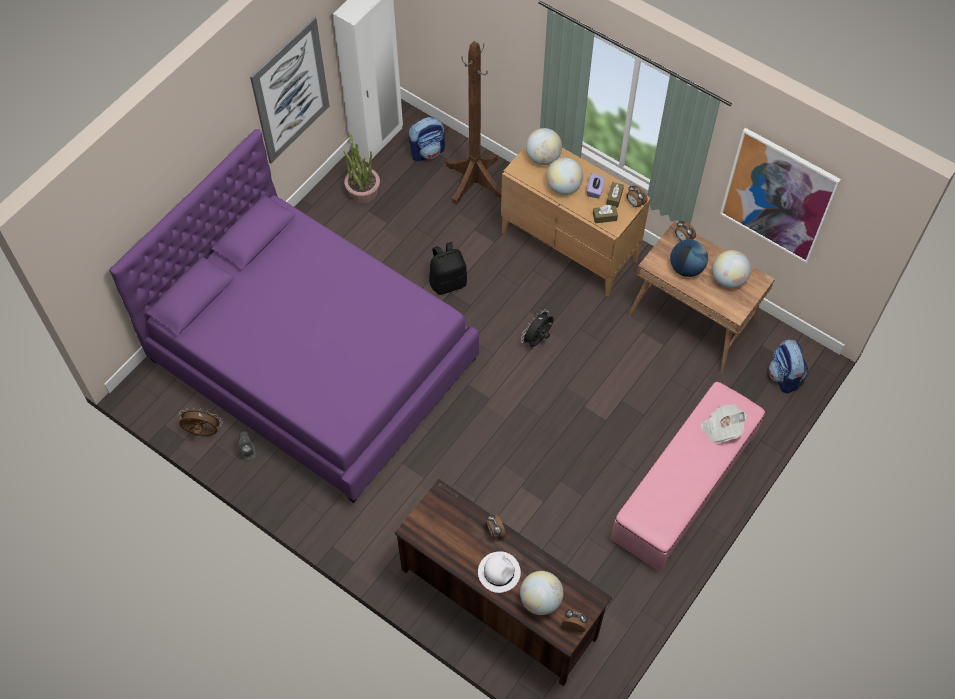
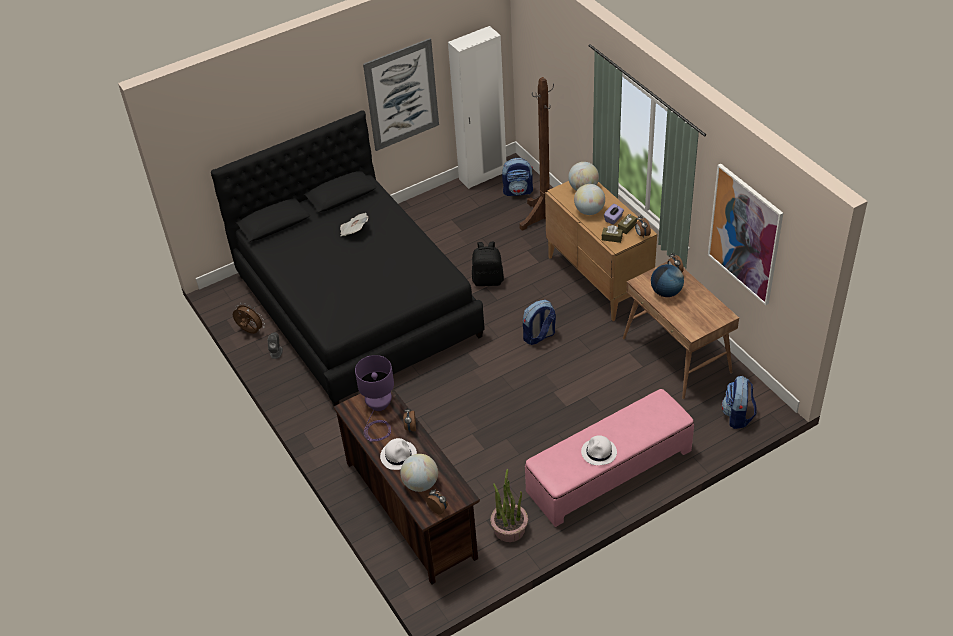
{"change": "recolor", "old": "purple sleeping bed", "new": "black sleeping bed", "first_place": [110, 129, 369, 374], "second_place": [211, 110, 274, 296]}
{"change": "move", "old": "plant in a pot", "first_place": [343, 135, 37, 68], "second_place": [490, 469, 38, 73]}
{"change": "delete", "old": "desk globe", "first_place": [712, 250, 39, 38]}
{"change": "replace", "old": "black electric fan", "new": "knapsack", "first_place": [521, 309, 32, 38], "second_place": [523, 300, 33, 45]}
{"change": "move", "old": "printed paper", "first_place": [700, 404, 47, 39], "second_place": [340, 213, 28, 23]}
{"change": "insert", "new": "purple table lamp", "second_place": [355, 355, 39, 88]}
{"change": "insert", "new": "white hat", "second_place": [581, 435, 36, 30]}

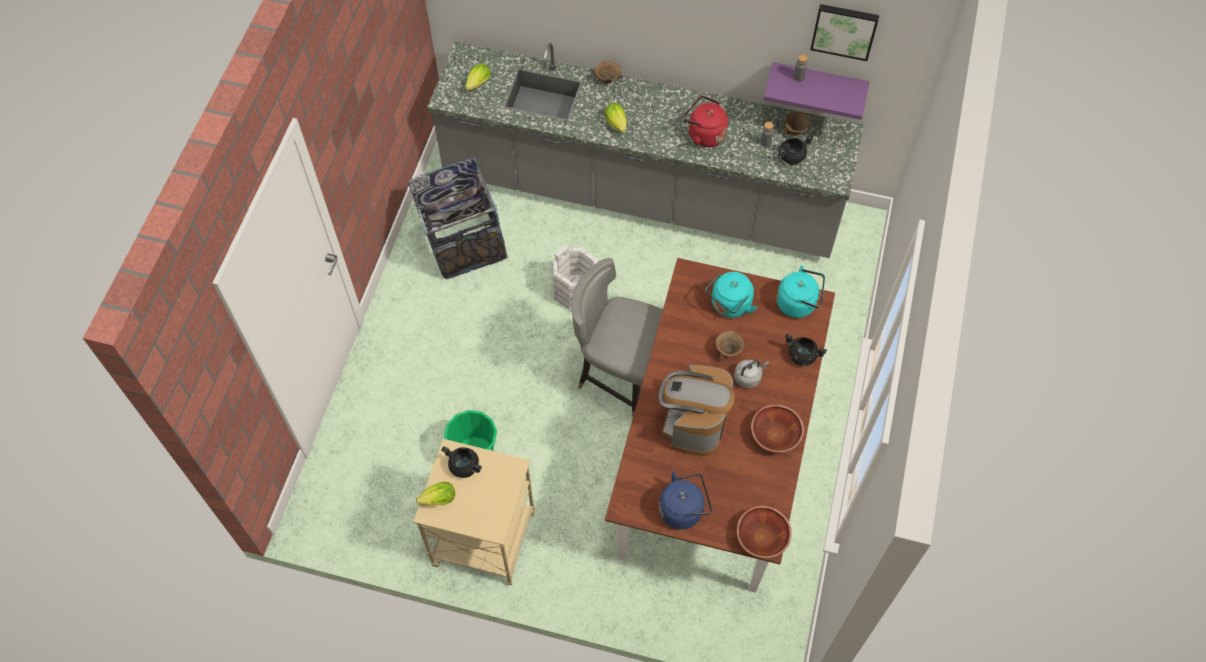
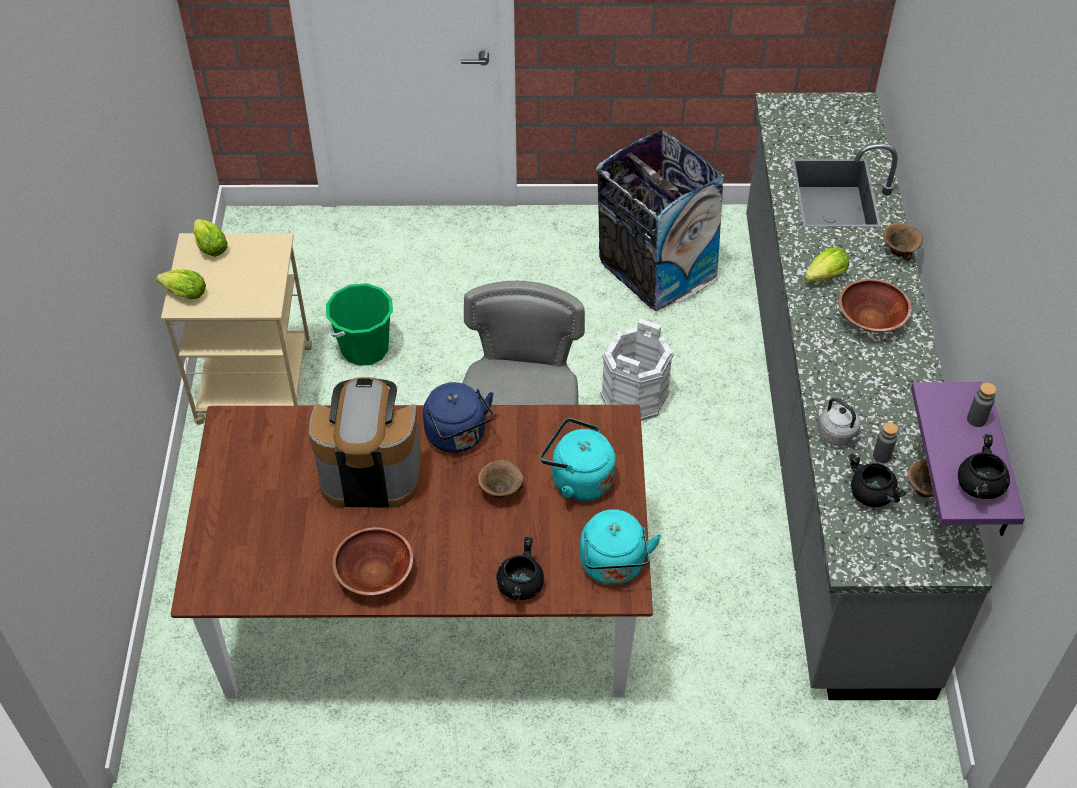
{"change": "delete", "old": "picture", "first_place": [810, 4, 69, 57]}
{"change": "move", "old": "head of lettuce", "first_place": [465, 63, 26, 28], "second_place": [156, 270, 50, 30]}
{"change": "delete", "old": "red-coloured tea kettle", "first_place": [683, 96, 45, 51]}
{"change": "move", "old": "gray tea kettle", "first_place": [734, 360, 35, 28], "second_place": [818, 397, 49, 49]}
{"change": "move", "old": "black saucepot", "first_place": [441, 446, 41, 32], "second_place": [958, 434, 52, 65]}
{"change": "move", "old": "bluish tea kettle", "first_place": [659, 472, 53, 57], "second_place": [423, 382, 71, 71]}
{"change": "move", "old": "brownish bowl", "first_place": [737, 506, 55, 52], "second_place": [839, 279, 72, 53]}

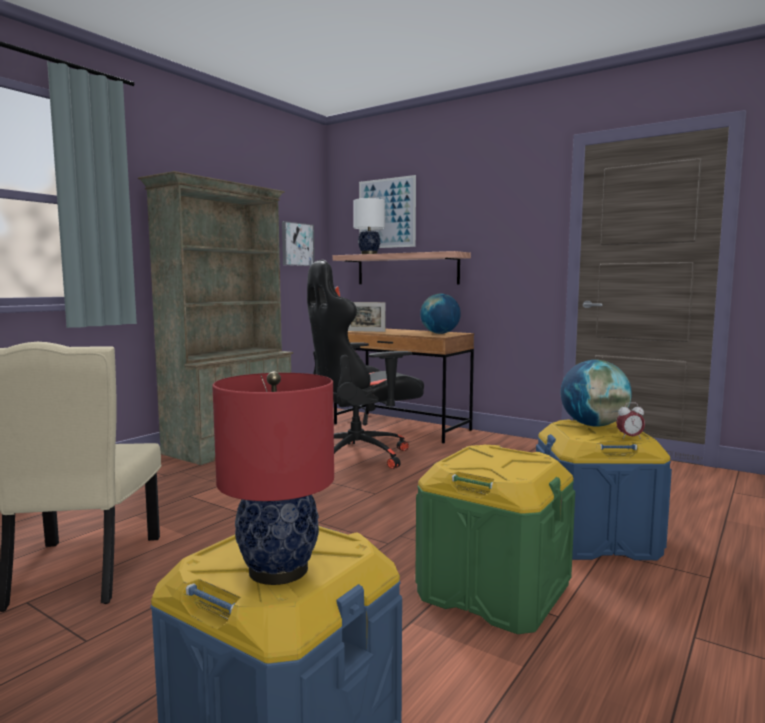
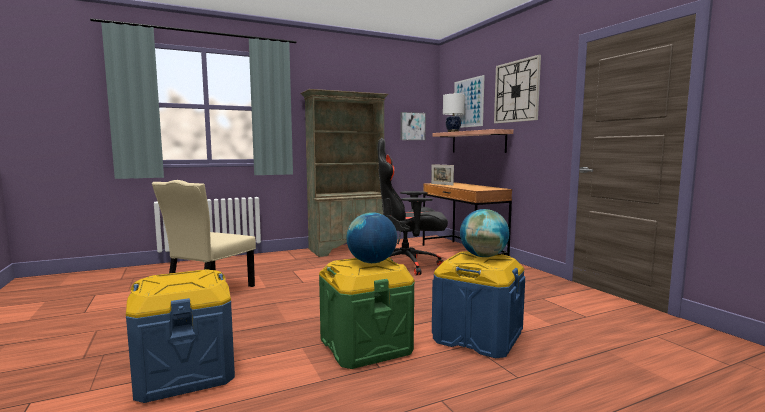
{"change": "move", "old": "desk globe", "first_place": [420, 294, 41, 40], "second_place": [346, 212, 51, 51]}
{"change": "delete", "old": "red-coloured table lamp", "first_place": [212, 372, 122, 213]}
{"change": "delete", "old": "alarm clock", "first_place": [616, 403, 29, 36]}
{"change": "insert", "new": "wall clock", "second_place": [494, 55, 47, 69]}

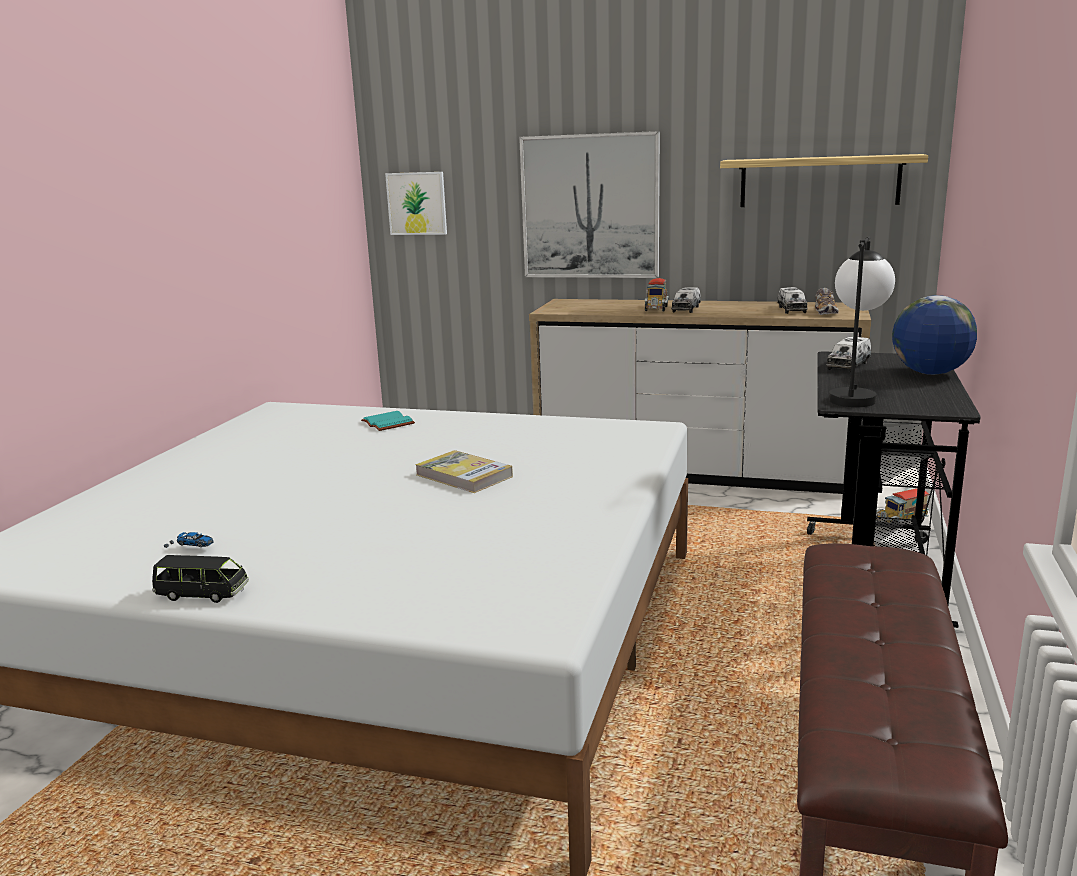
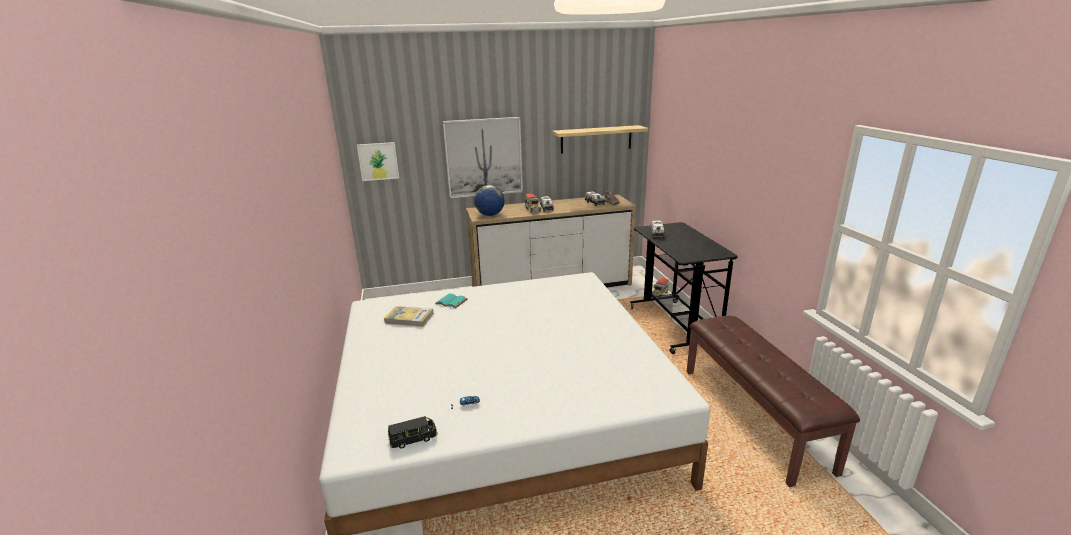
{"change": "delete", "old": "table lamp", "first_place": [829, 236, 66, 171]}
{"change": "move", "old": "desk globe", "first_place": [892, 295, 85, 80], "second_place": [474, 185, 30, 31]}
{"change": "move", "old": "volume", "first_place": [415, 450, 98, 43], "second_place": [384, 306, 50, 21]}
{"change": "move", "old": "black model car", "first_place": [152, 555, 97, 48], "second_place": [388, 416, 50, 33]}

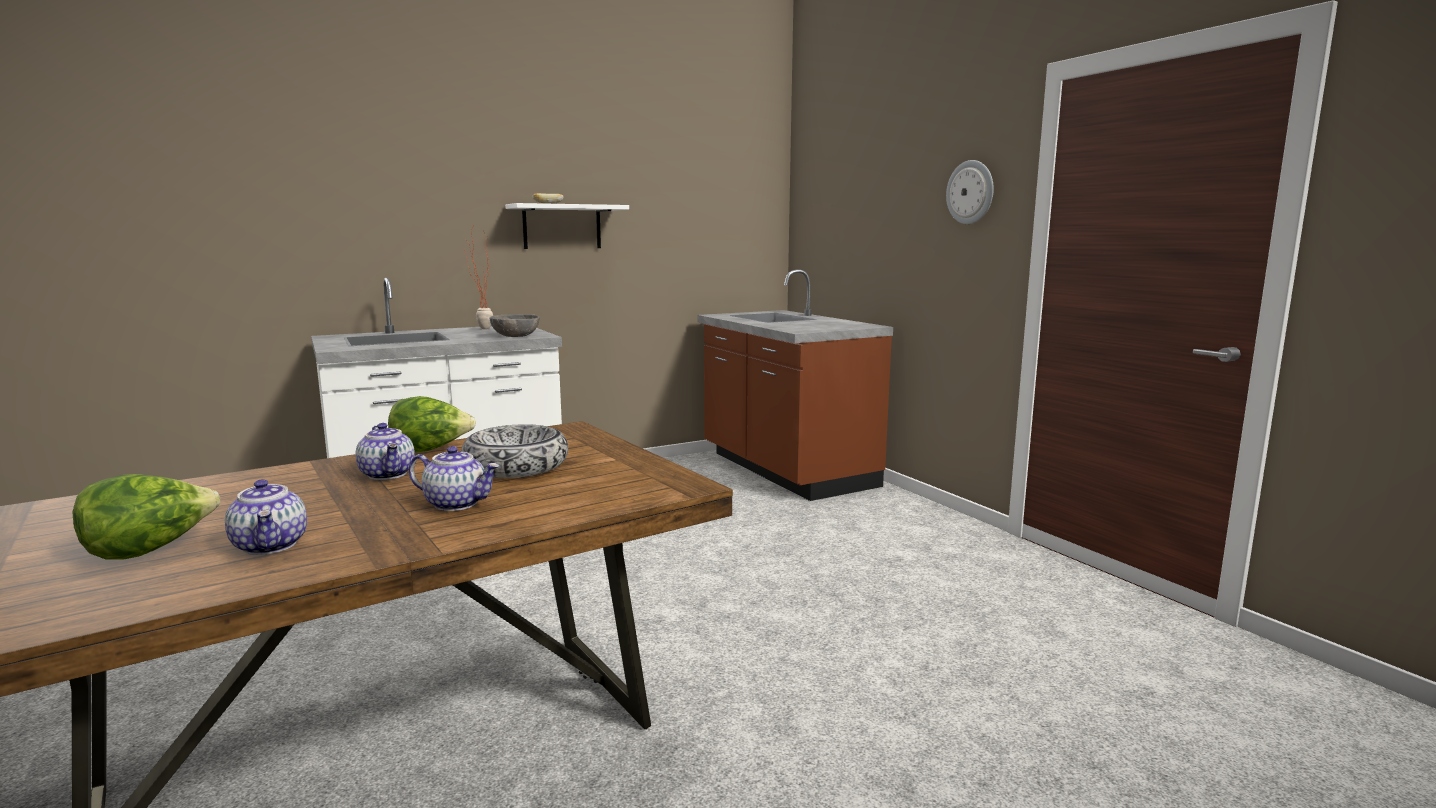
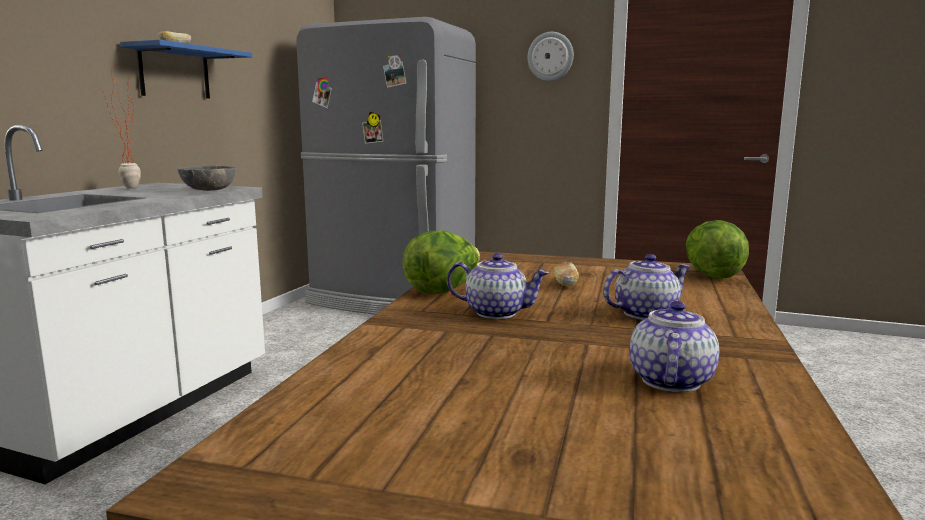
{"change": "recolor", "old": "white shelf", "new": "bluish shelf", "first_place": [505, 203, 124, 46], "second_place": [120, 40, 132, 58]}
{"change": "replace", "old": "brownish counter", "new": "gray fridge", "first_place": [698, 269, 195, 232], "second_place": [296, 17, 180, 298]}
{"change": "replace", "old": "bowl", "new": "bread", "first_place": [461, 424, 107, 54], "second_place": [553, 262, 26, 24]}
{"change": "move", "old": "head of lettuce", "first_place": [72, 474, 148, 86], "second_place": [686, 220, 63, 59]}
{"change": "rotate", "old": "teapot", "first_place": [225, 479, 82, 76], "second_place": [630, 301, 89, 91], "degrees": -90}

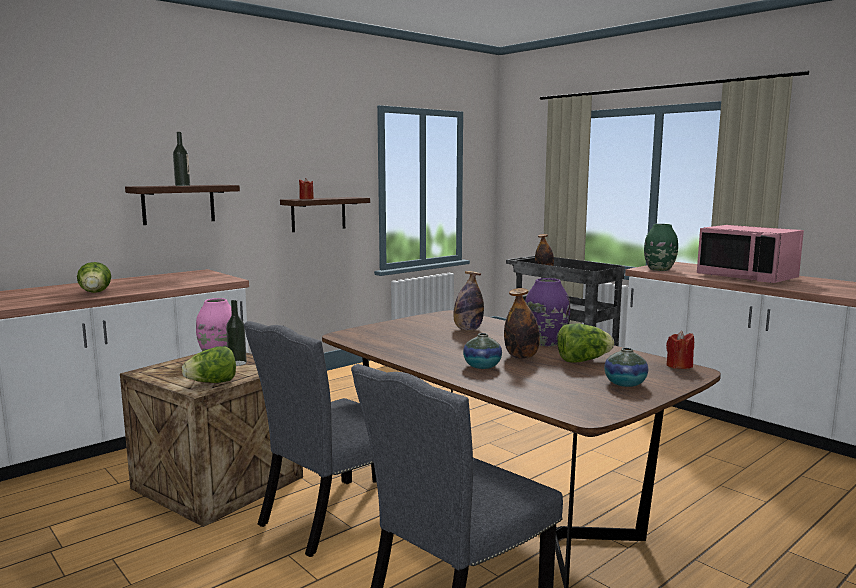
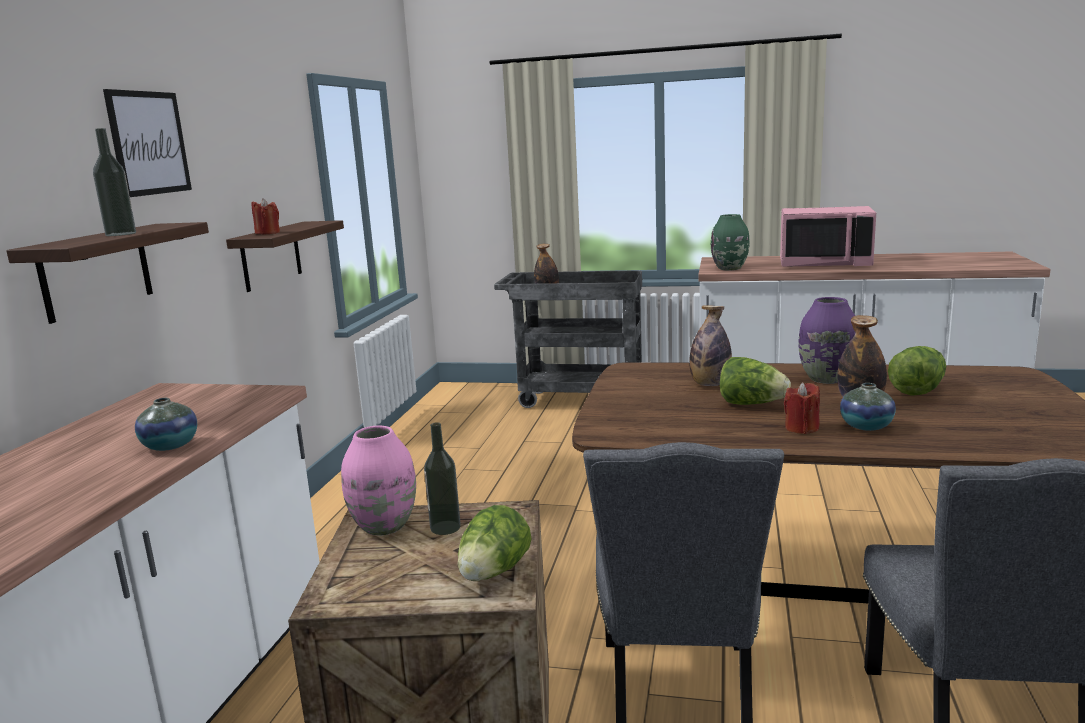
{"change": "move", "old": "head of lettuce", "first_place": [77, 262, 34, 31], "second_place": [720, 357, 71, 48]}
{"change": "move", "old": "red-coloured candle", "first_place": [666, 331, 28, 38], "second_place": [784, 382, 36, 52]}
{"change": "move", "old": "decorative vase", "first_place": [604, 348, 44, 39], "second_place": [135, 398, 62, 53]}
{"change": "insert", "new": "picture", "second_place": [103, 89, 89, 108]}

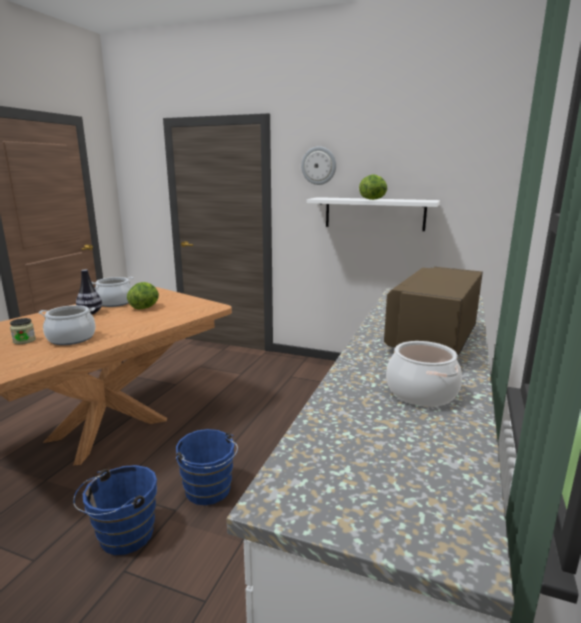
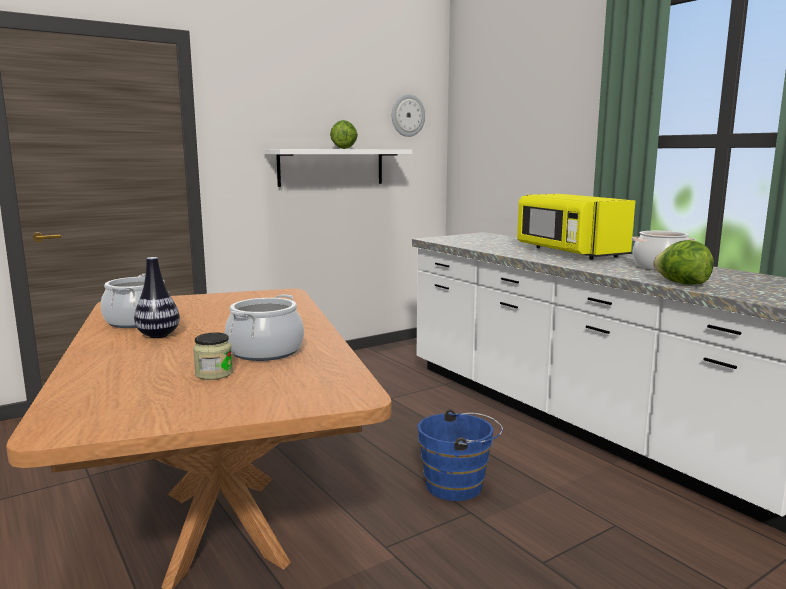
{"change": "move", "old": "wall clock", "first_place": [301, 146, 35, 39], "second_place": [392, 94, 33, 43]}
{"change": "recolor", "old": "brownish kitchen microwave", "new": "yellow-coloured kitchen microwave", "first_place": [384, 267, 99, 89], "second_place": [517, 194, 118, 66]}
{"change": "move", "old": "head of lettuce", "first_place": [127, 282, 32, 27], "second_place": [653, 240, 61, 45]}
{"change": "delete", "old": "bluish bucket", "first_place": [73, 465, 84, 90]}

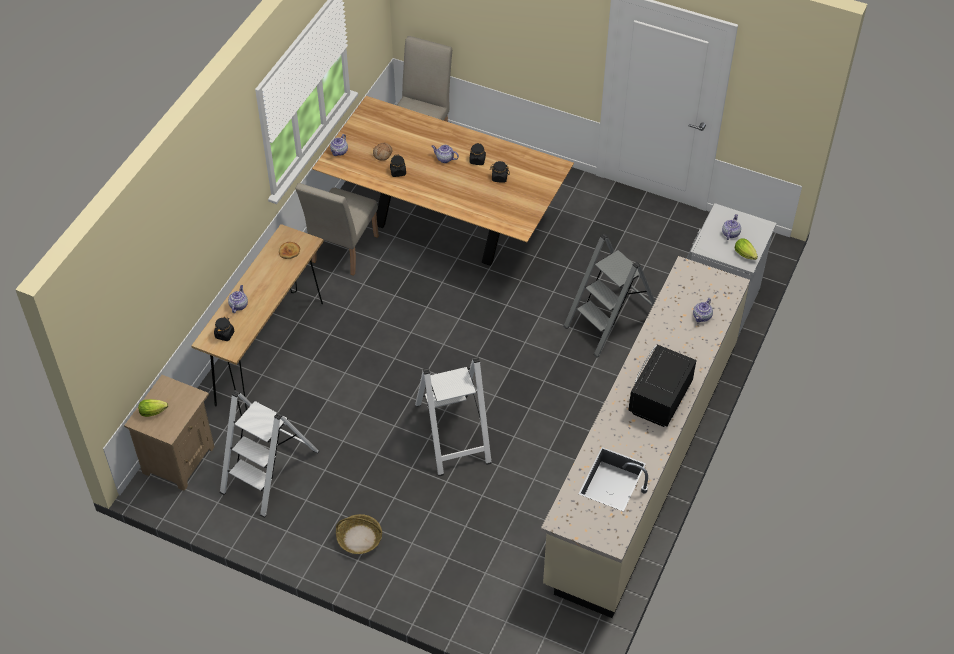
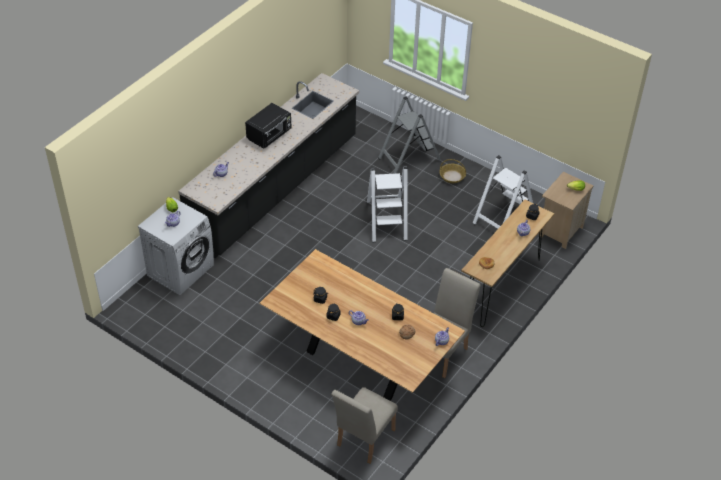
{"change": "move", "old": "gray step stool", "first_place": [563, 233, 92, 125], "second_place": [378, 97, 63, 77]}
{"change": "recolor", "old": "sand-coloured counter", "new": "black counter", "first_place": [541, 256, 209, 362], "second_place": [178, 73, 181, 185]}

